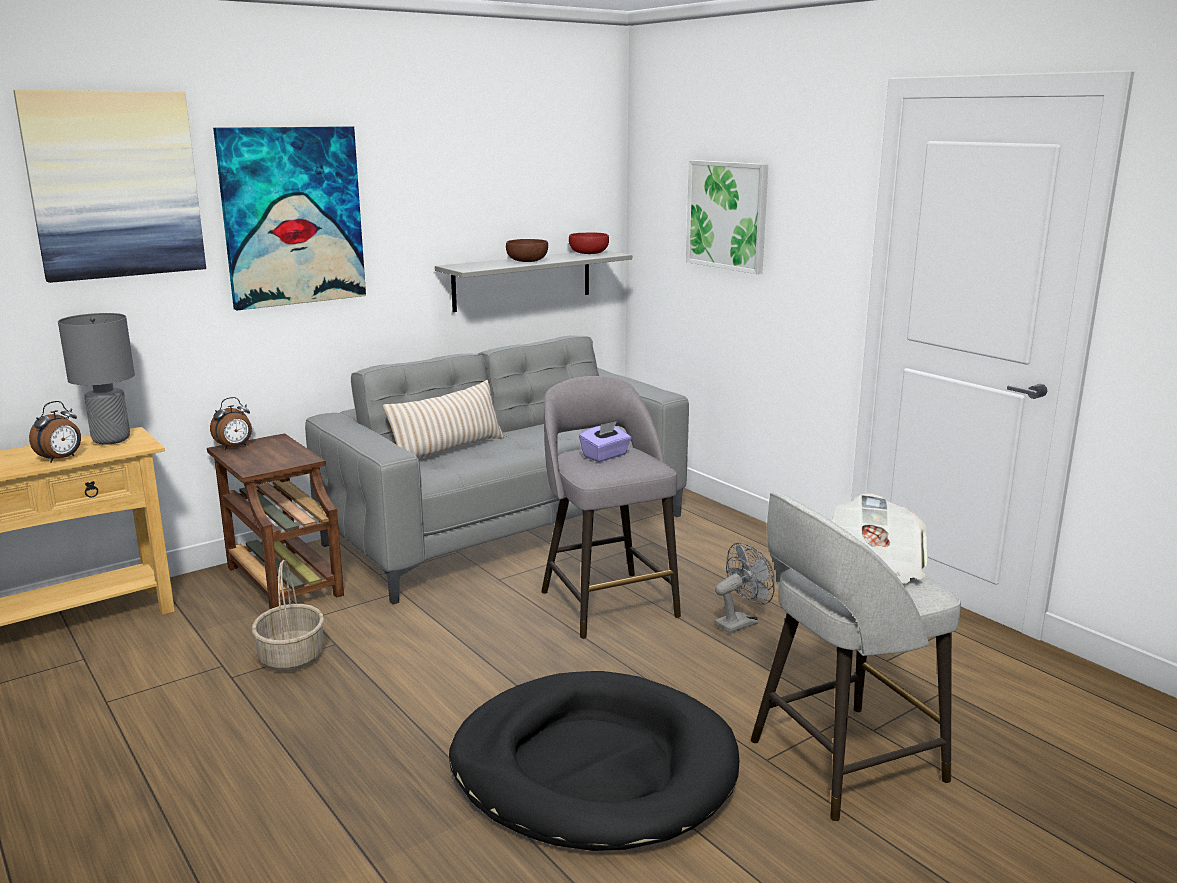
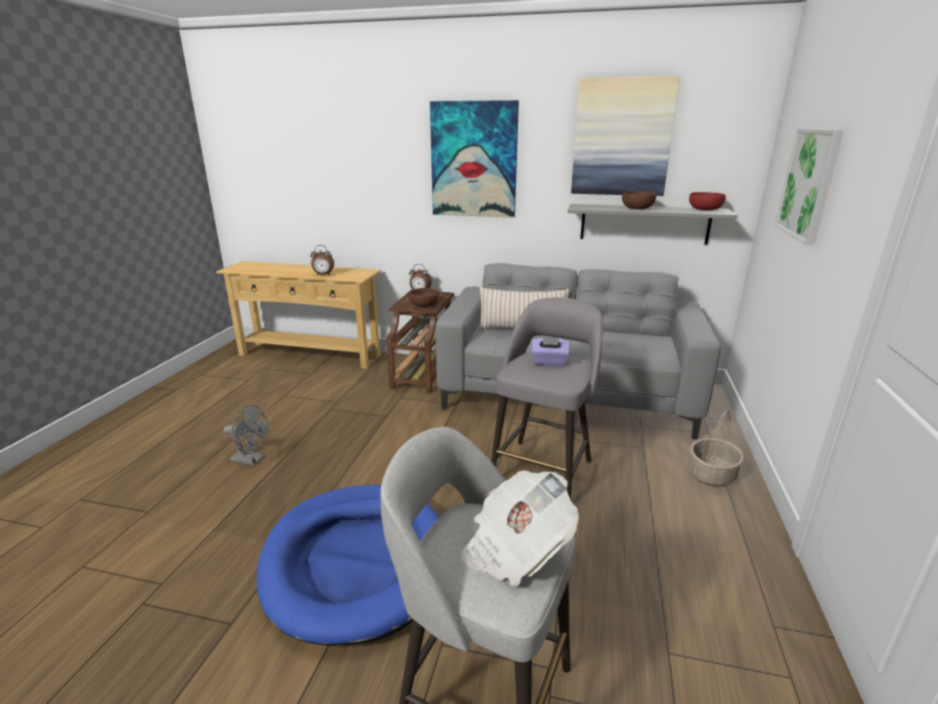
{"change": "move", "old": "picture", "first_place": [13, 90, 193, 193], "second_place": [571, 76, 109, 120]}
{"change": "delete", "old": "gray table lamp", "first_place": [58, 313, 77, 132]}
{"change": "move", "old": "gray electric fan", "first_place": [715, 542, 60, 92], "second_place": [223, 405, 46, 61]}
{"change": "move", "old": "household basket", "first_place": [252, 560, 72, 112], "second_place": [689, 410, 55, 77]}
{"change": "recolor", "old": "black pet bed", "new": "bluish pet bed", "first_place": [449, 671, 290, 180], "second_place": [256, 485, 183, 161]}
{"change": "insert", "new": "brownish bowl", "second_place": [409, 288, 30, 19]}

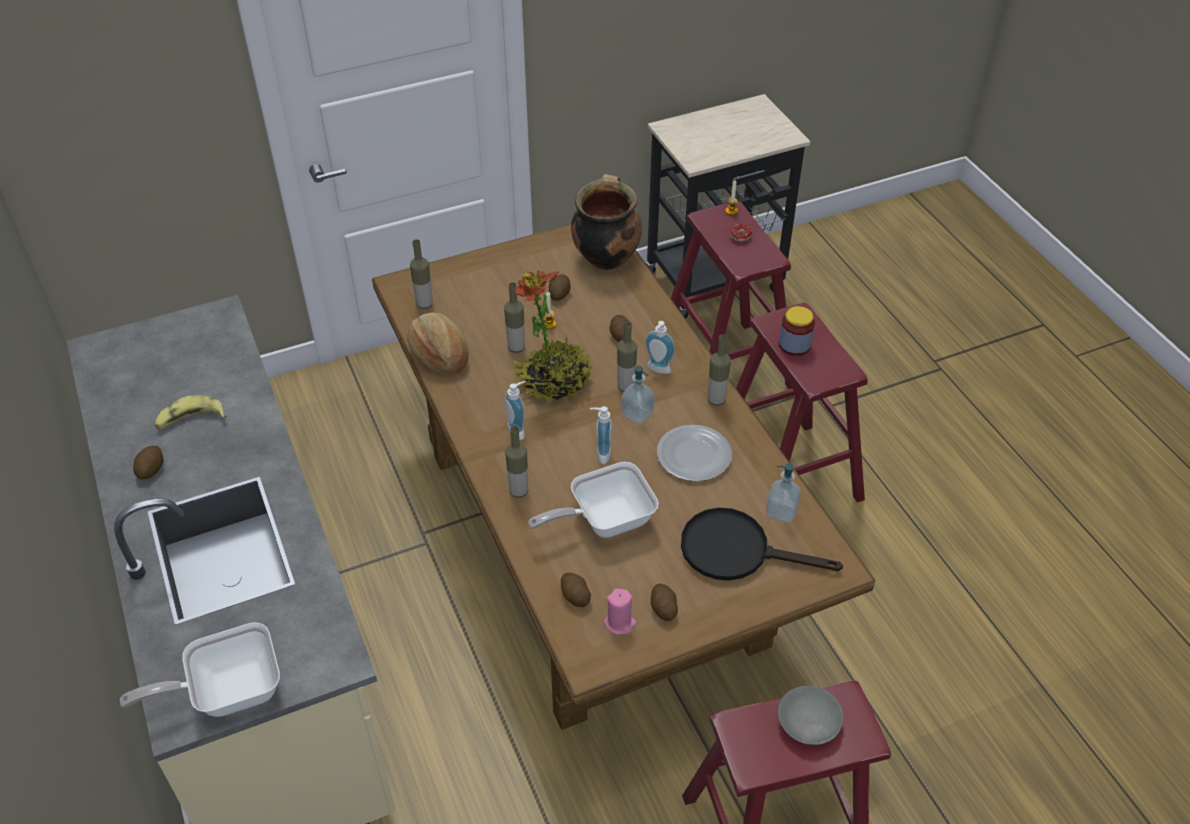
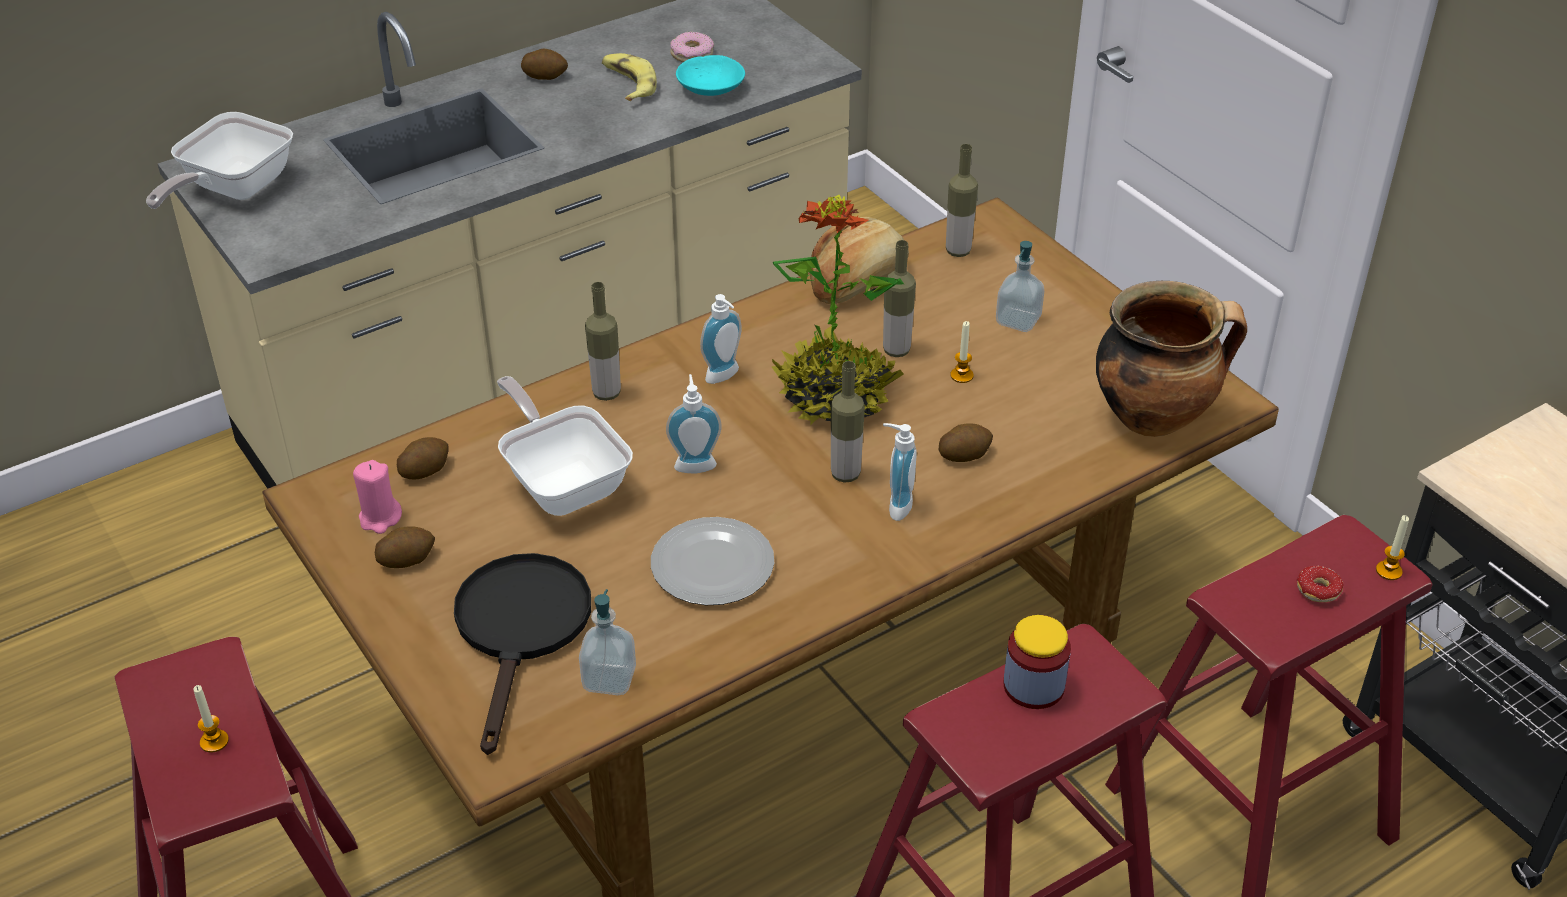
{"change": "delete", "old": "spud", "first_place": [549, 274, 22, 27]}
{"change": "delete", "old": "bottle", "first_place": [708, 334, 23, 72]}
{"change": "move", "old": "soap bottle", "first_place": [621, 366, 34, 58], "second_place": [996, 241, 48, 91]}
{"change": "rotate", "old": "pan", "first_place": [120, 622, 160, 95], "second_place": [146, 112, 147, 97], "degrees": -120}
{"change": "replace", "old": "gray bowl", "new": "candle", "first_place": [778, 686, 65, 59], "second_place": [193, 685, 36, 68]}
{"change": "insert", "new": "donut", "second_place": [670, 32, 44, 30]}
{"change": "insert", "new": "turquoise-coloured bowl", "second_place": [676, 55, 69, 41]}

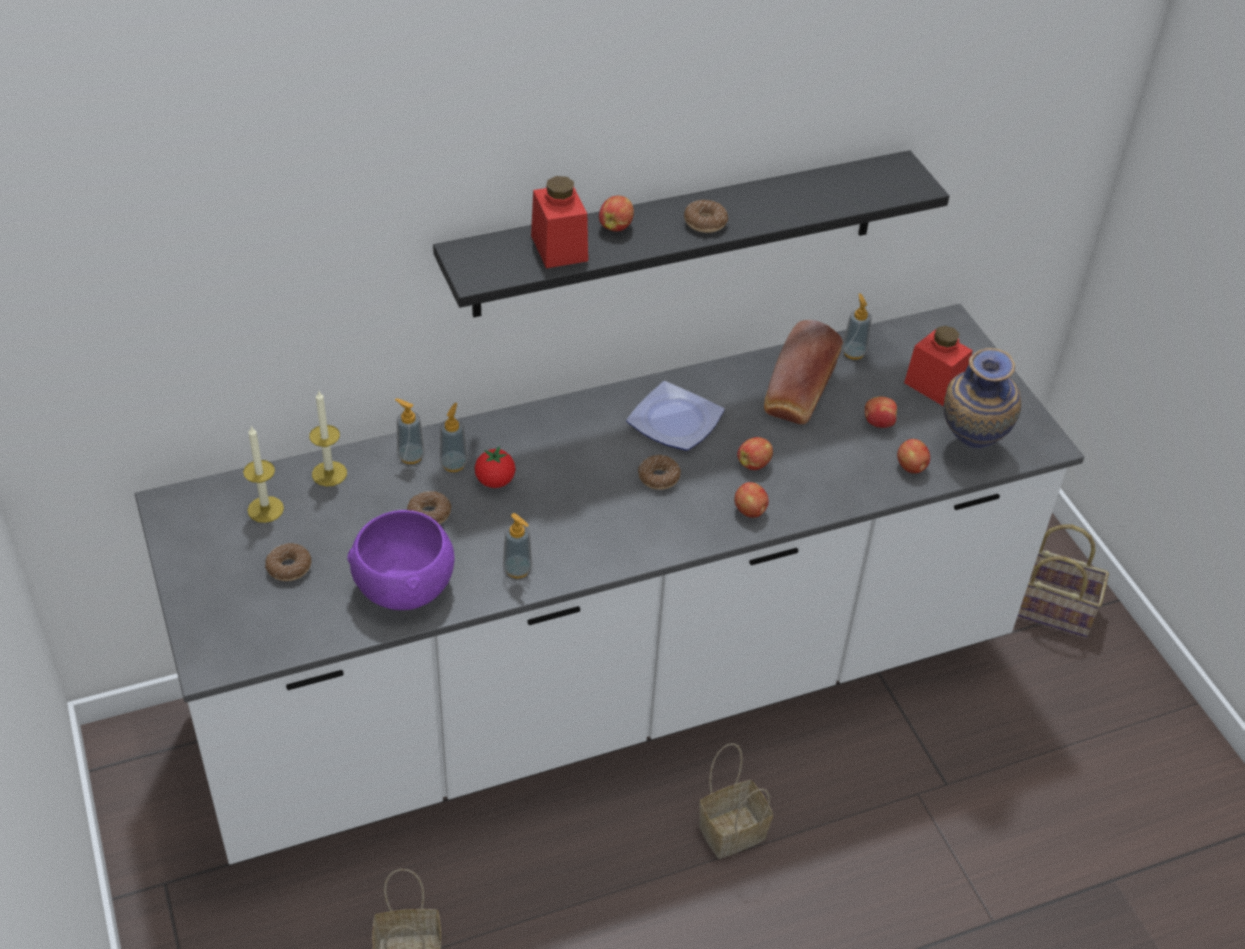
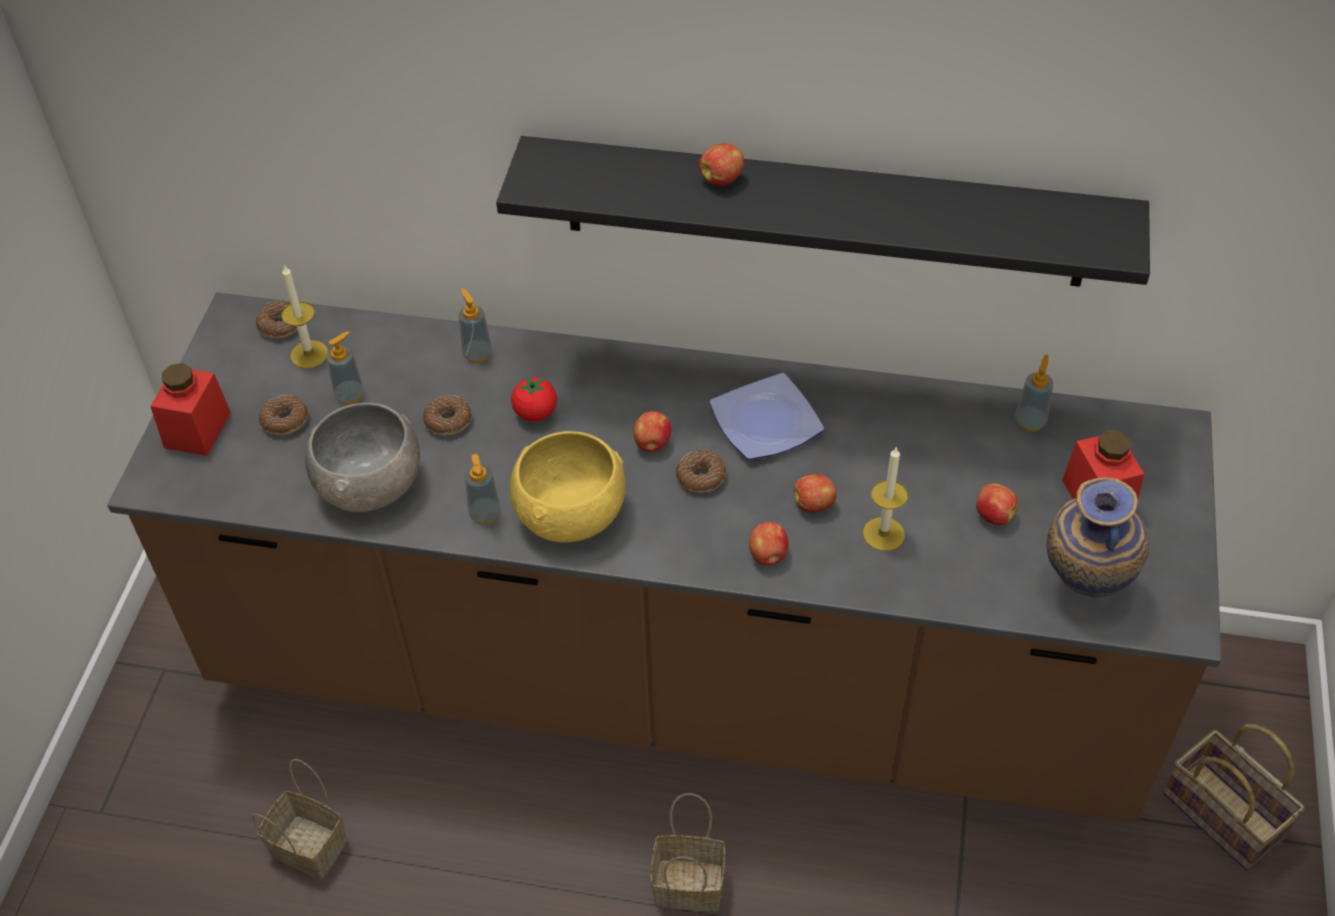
{"change": "move", "old": "red-coloured storage jar", "first_place": [531, 176, 57, 92], "second_place": [150, 363, 81, 93]}
{"change": "move", "old": "donut", "first_place": [684, 200, 44, 33], "second_place": [256, 301, 41, 37]}
{"change": "recolor", "old": "white counter", "new": "brownish counter", "first_place": [135, 304, 949, 560], "second_place": [107, 293, 1115, 529]}
{"change": "delete", "old": "bread", "first_place": [764, 320, 79, 104]}
{"change": "move", "old": "candle", "first_place": [309, 391, 38, 95], "second_place": [863, 446, 45, 105]}
{"change": "move", "old": "soap bottle", "first_place": [440, 403, 28, 69], "second_place": [326, 331, 38, 74]}
{"change": "move", "old": "whole apple", "first_place": [897, 439, 33, 35], "second_place": [633, 411, 38, 41]}
{"change": "recolor", "old": "purple bowl", "new": "gray bowl", "first_place": [347, 510, 108, 100], "second_place": [305, 403, 115, 109]}
{"change": "insert", "new": "yellow-coloured bowl", "second_place": [510, 431, 116, 112]}

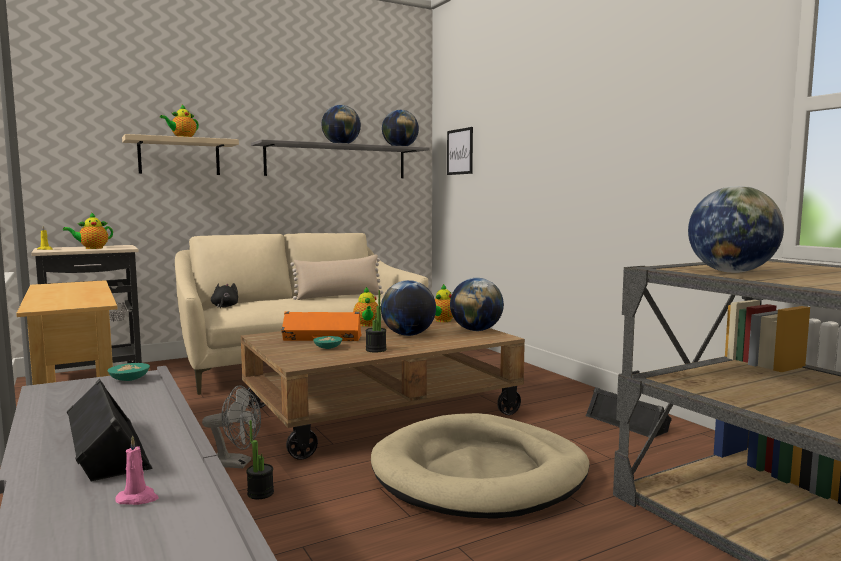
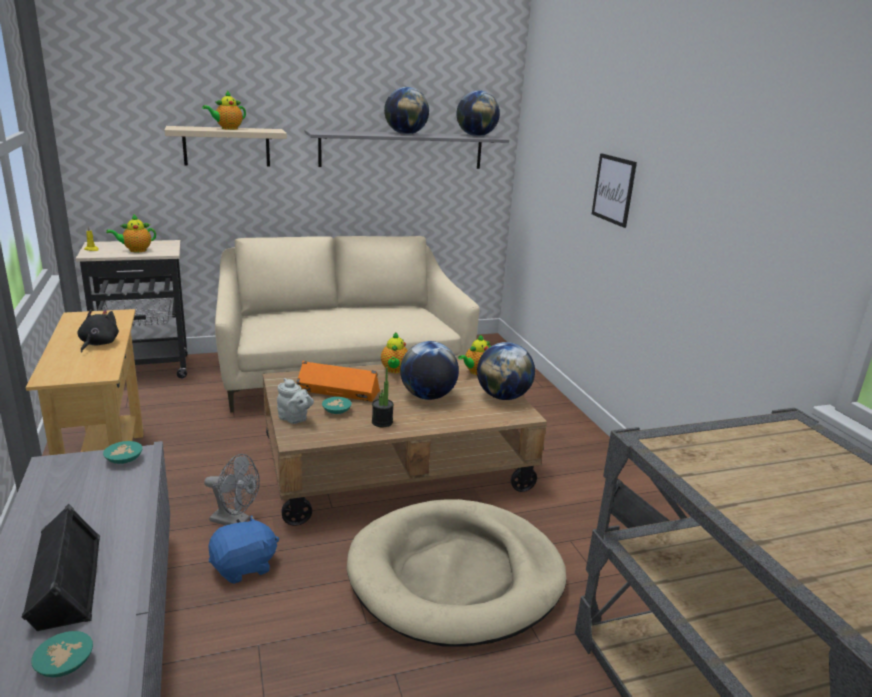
{"change": "move", "old": "picture", "first_place": [447, 127, 26, 48], "second_place": [592, 153, 45, 75]}
{"change": "delete", "old": "desk globe", "first_place": [688, 186, 96, 87]}
{"change": "delete", "old": "sand-coloured cushion", "first_place": [290, 255, 94, 45]}
{"change": "move", "old": "black soft toy", "first_place": [211, 283, 27, 26], "second_place": [77, 309, 42, 43]}
{"change": "replace", "old": "plant in a pot", "new": "bluish soft toy", "first_place": [246, 420, 28, 79], "second_place": [208, 515, 71, 69]}
{"change": "replace", "old": "pink-coloured candle", "new": "turquoise-coloured bowl", "first_place": [115, 435, 44, 70], "second_place": [31, 631, 62, 46]}
{"change": "insert", "new": "gray teapot", "second_place": [277, 378, 37, 46]}

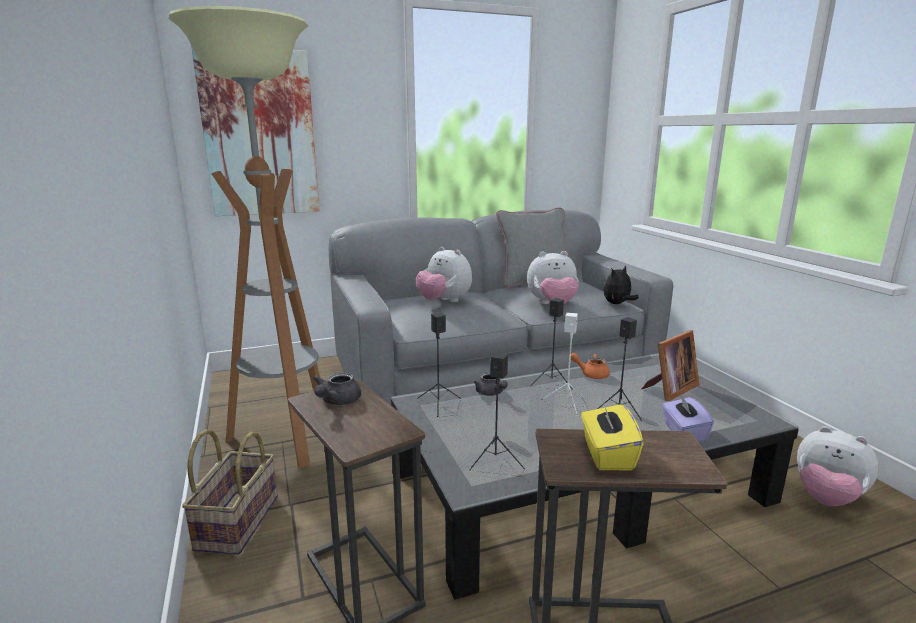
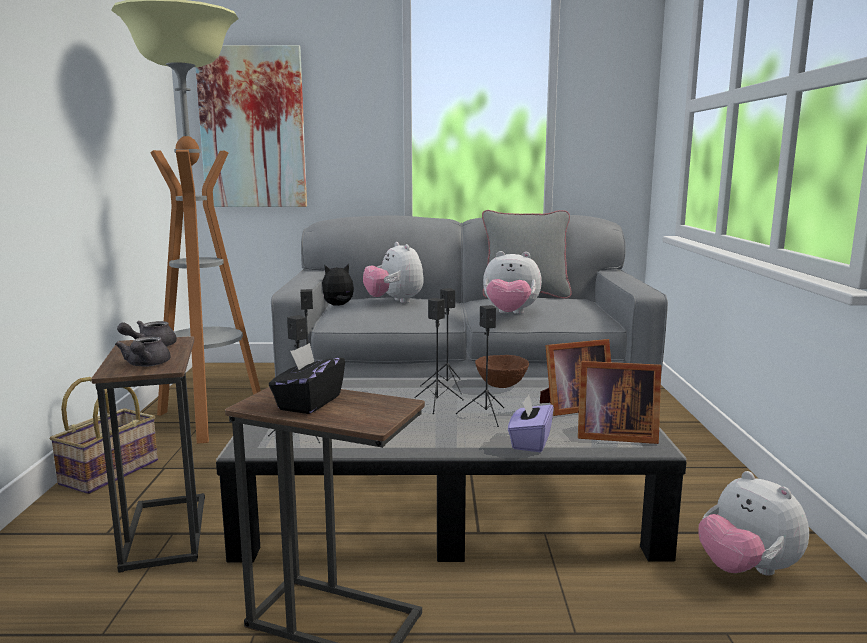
{"change": "move", "old": "soft toy", "first_place": [603, 265, 36, 39], "second_place": [322, 264, 32, 42]}
{"change": "recolor", "old": "white audio speaker", "new": "black audio speaker", "first_place": [541, 313, 41, 103], "second_place": [414, 298, 50, 116]}
{"change": "replace", "old": "orangey teapot", "new": "brownish bowl", "first_place": [571, 353, 39, 26], "second_place": [475, 355, 54, 33]}
{"change": "move", "old": "gray teapot", "first_place": [474, 372, 34, 24], "second_place": [115, 336, 56, 31]}
{"change": "recolor", "old": "yellow-coloured tissue holder", "new": "black tissue holder", "first_place": [581, 399, 63, 71], "second_place": [269, 343, 76, 71]}
{"change": "insert", "new": "picture frame", "second_place": [578, 361, 83, 83]}

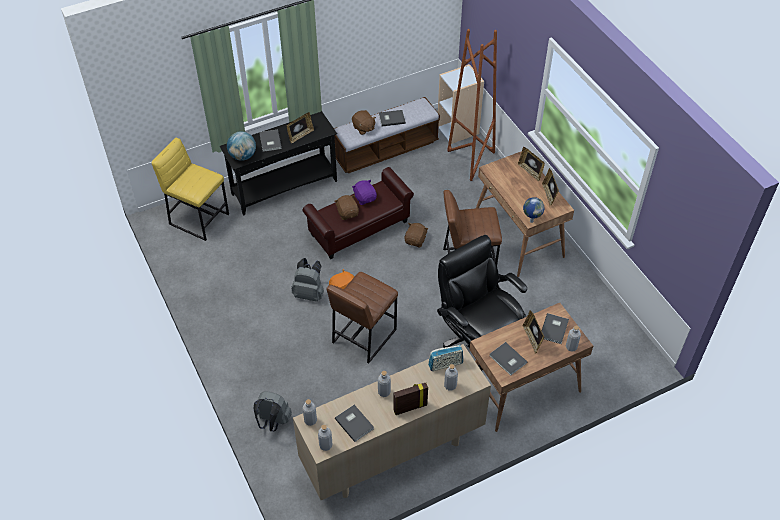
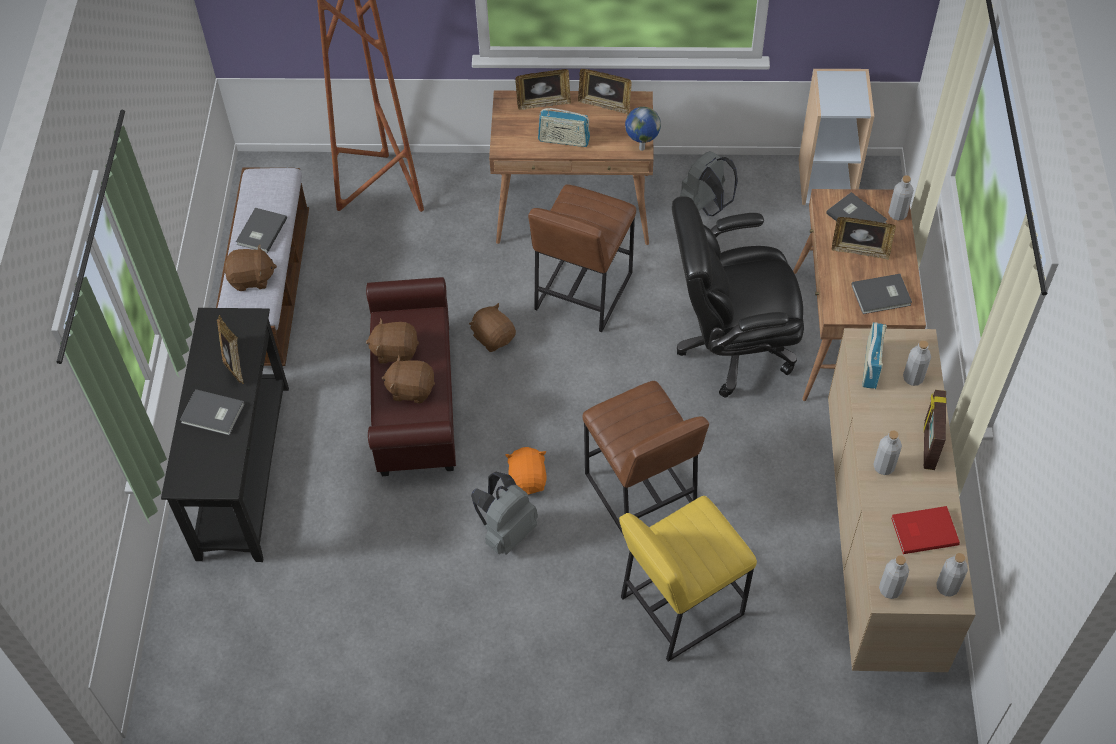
{"change": "move", "old": "bookcase", "first_place": [438, 64, 46, 80], "second_place": [798, 69, 76, 136]}
{"change": "delete", "old": "desk globe", "first_place": [227, 131, 29, 30]}
{"change": "move", "old": "yellow-coloured chair", "first_place": [151, 138, 78, 103], "second_place": [619, 496, 138, 166]}
{"change": "recolor", "old": "purple soft toy", "new": "brownish soft toy", "first_place": [352, 180, 25, 25], "second_place": [366, 318, 53, 46]}
{"change": "move", "old": "gray knapsack", "first_place": [254, 391, 38, 40], "second_place": [680, 151, 58, 65]}
{"change": "recolor", "old": "gray volume", "new": "red-coloured volume", "first_place": [335, 405, 39, 37], "second_place": [891, 506, 69, 48]}
{"change": "insert", "new": "radio set", "second_place": [538, 108, 52, 39]}

